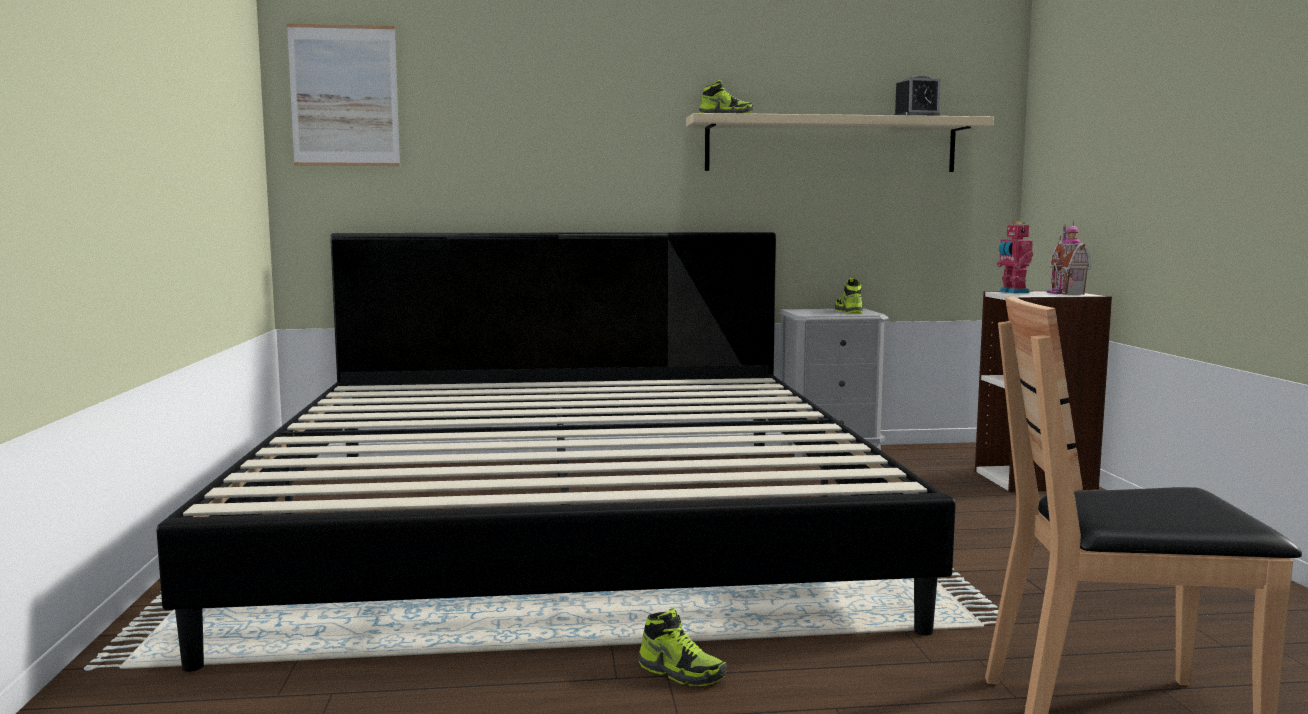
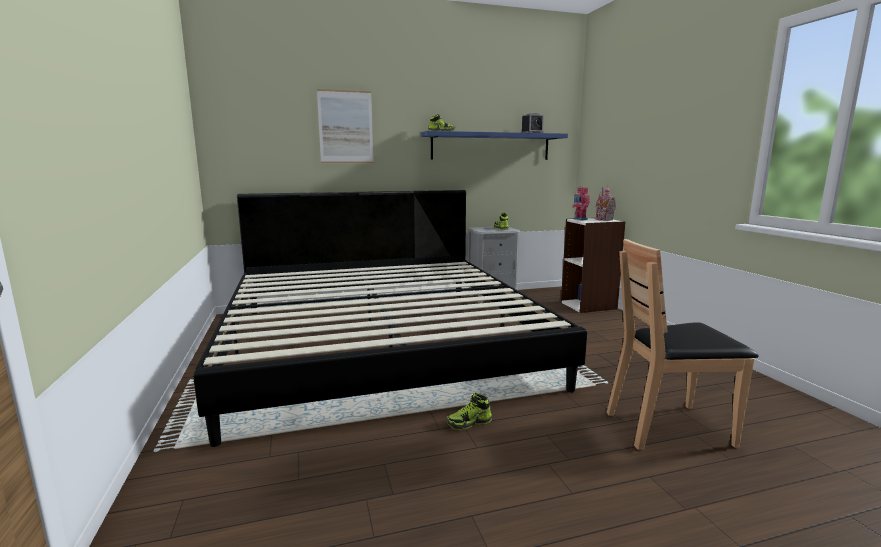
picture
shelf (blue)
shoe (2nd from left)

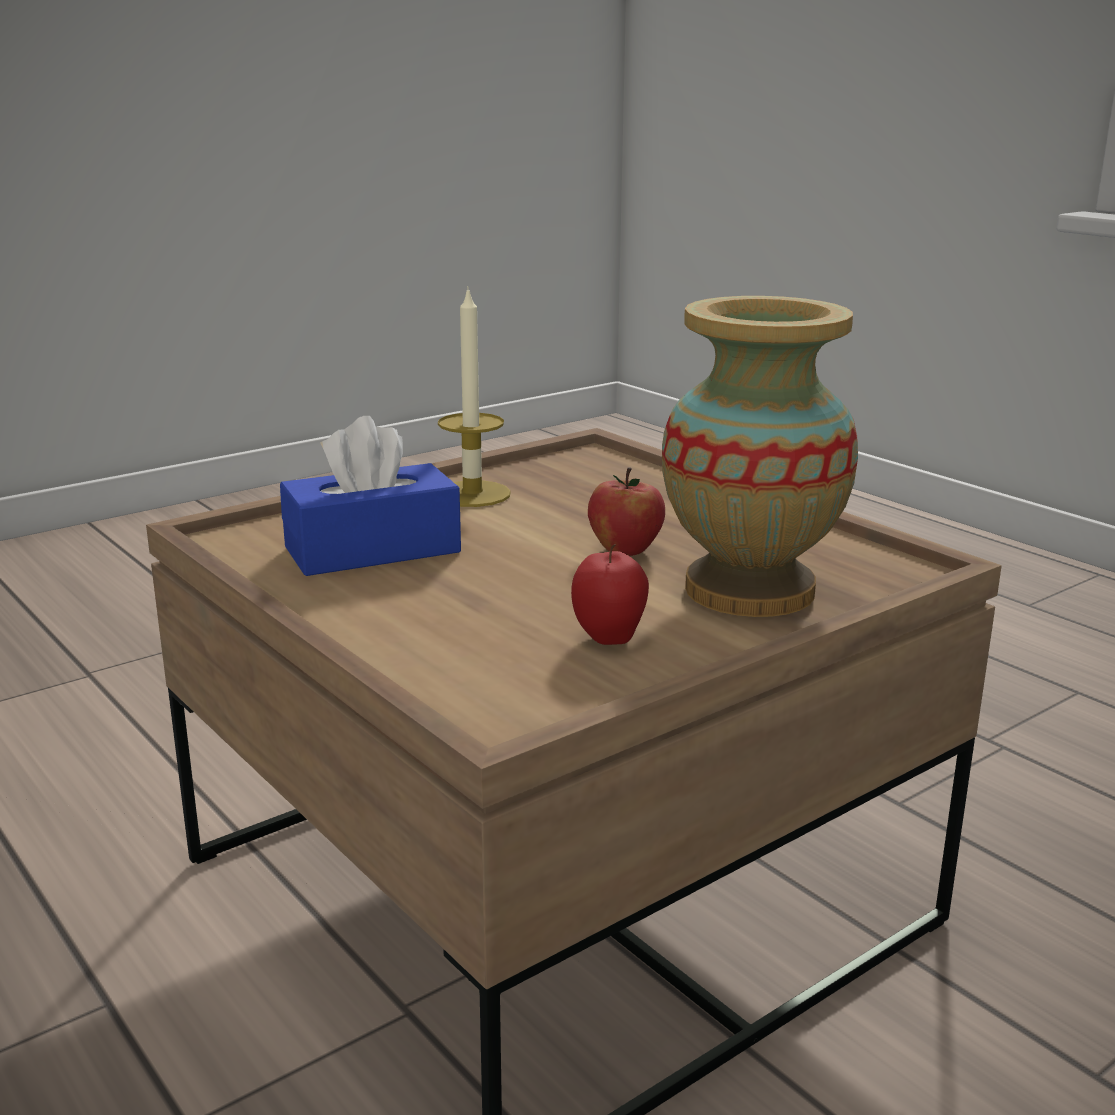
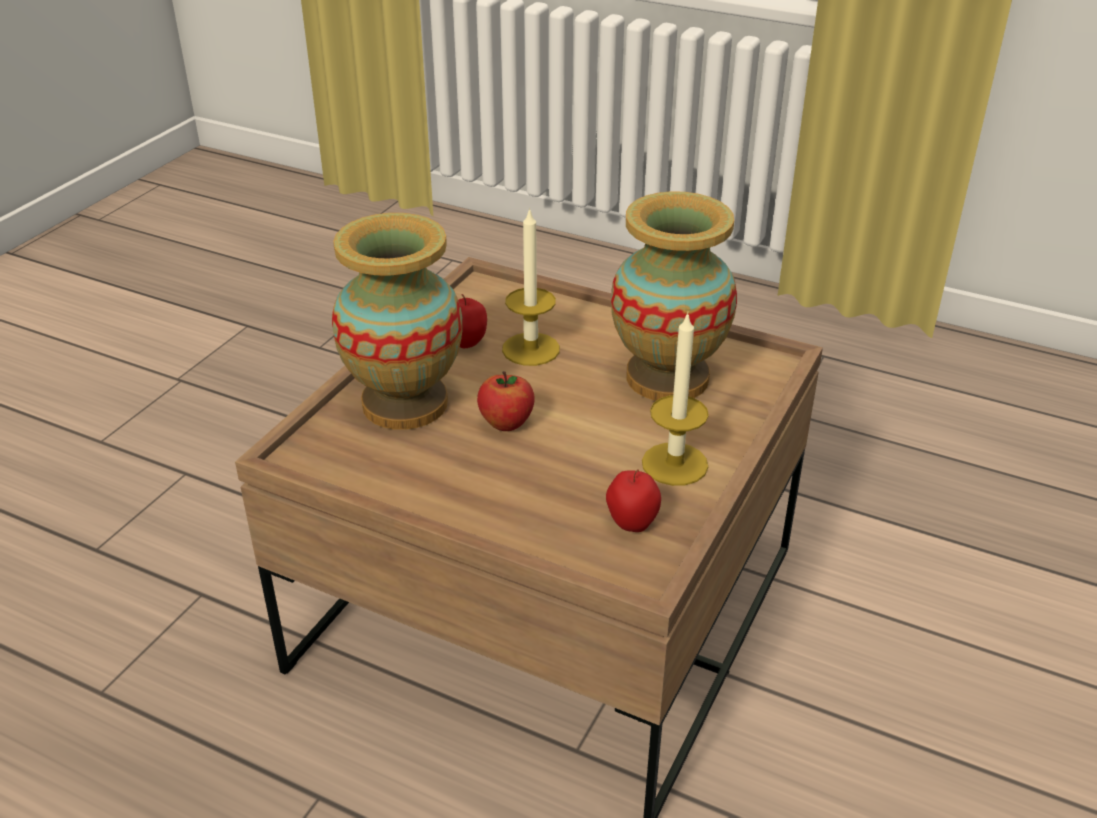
candle (1st from left)
apple (3rd from left)
vase (2nd from left)

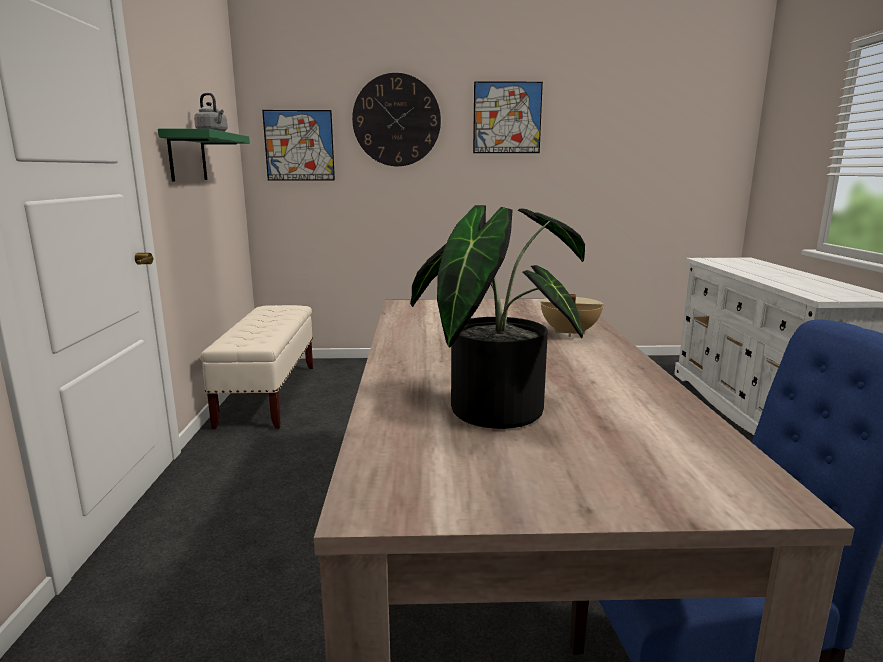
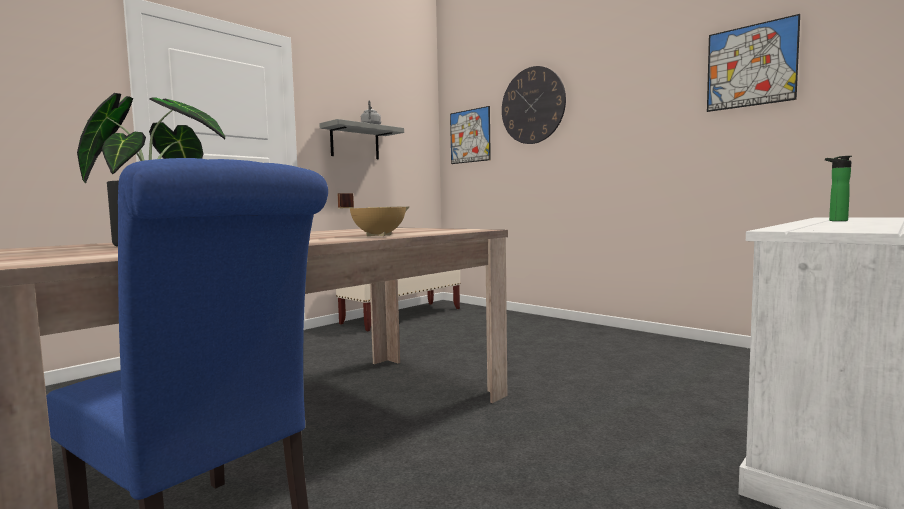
bottle
picture (2nd from left)
shelf (grey)

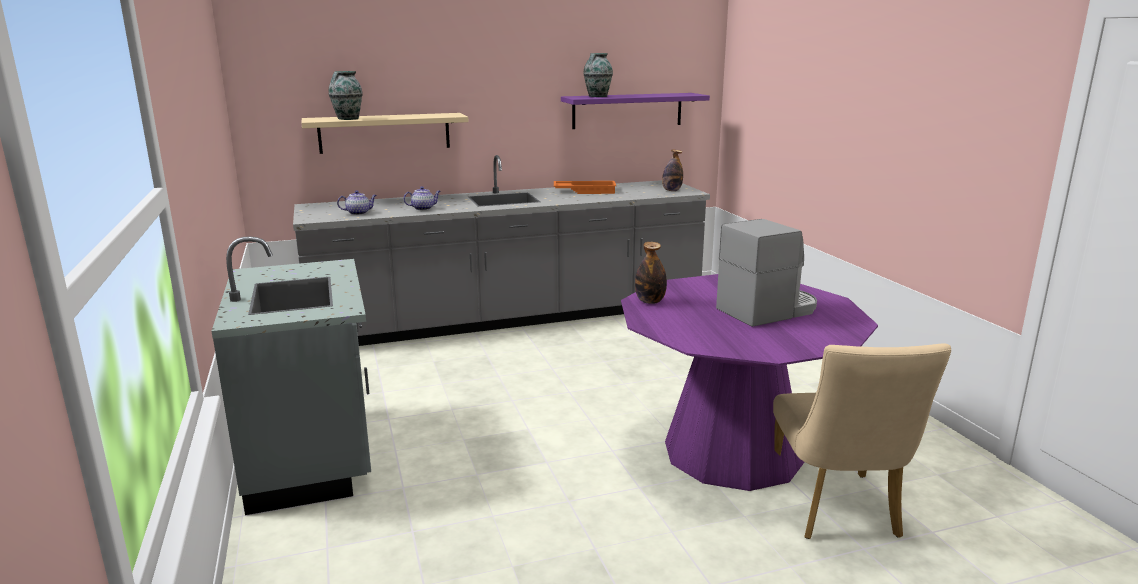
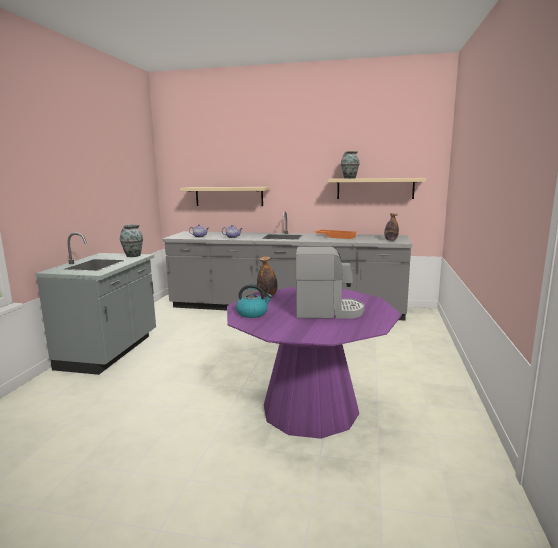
chair (beige)
kettle
vase (1st from left)
shelf (beige) (2nd from left)

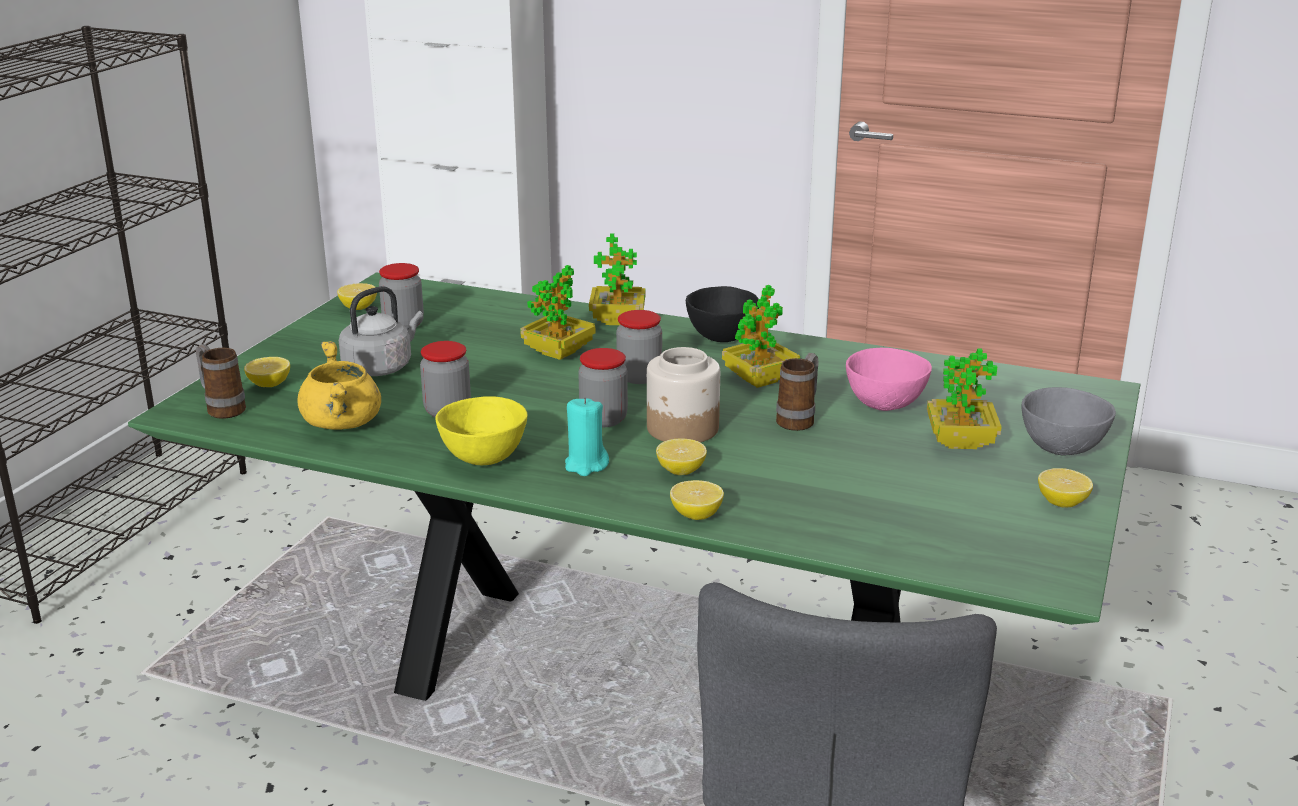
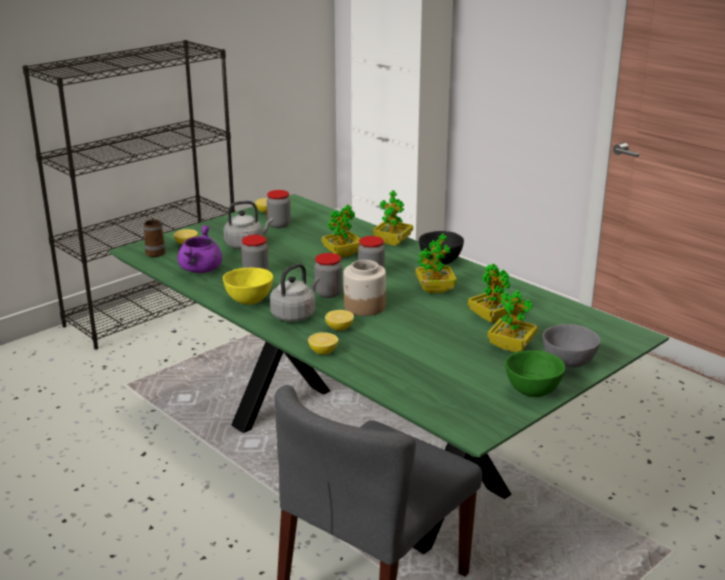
mug (2nd from left in the first image)
kettle (grey) (2nd from left)
potted plant (4th from left)
bowl (green)
cooking pot (purple)

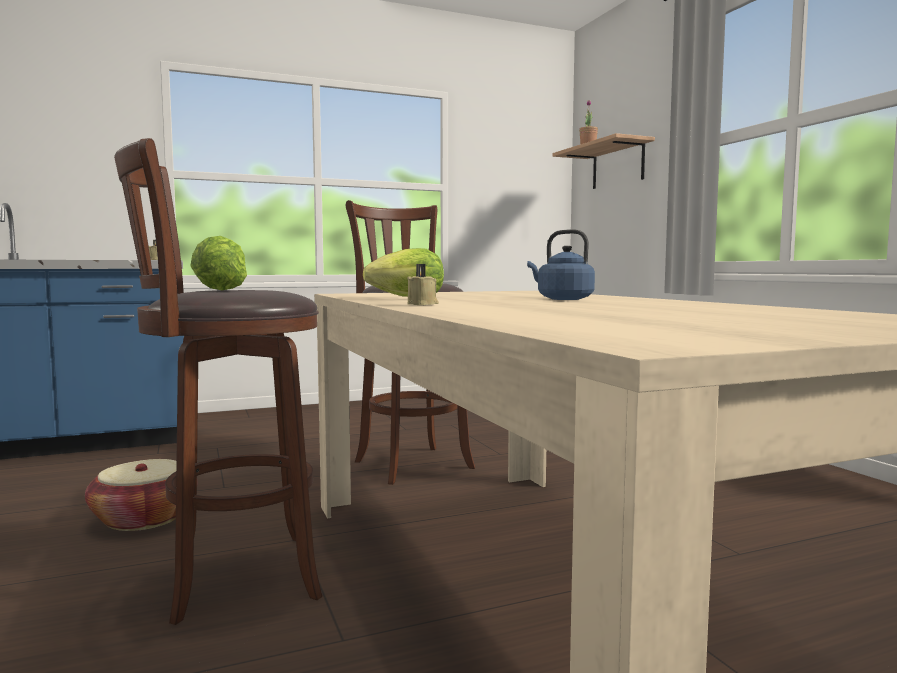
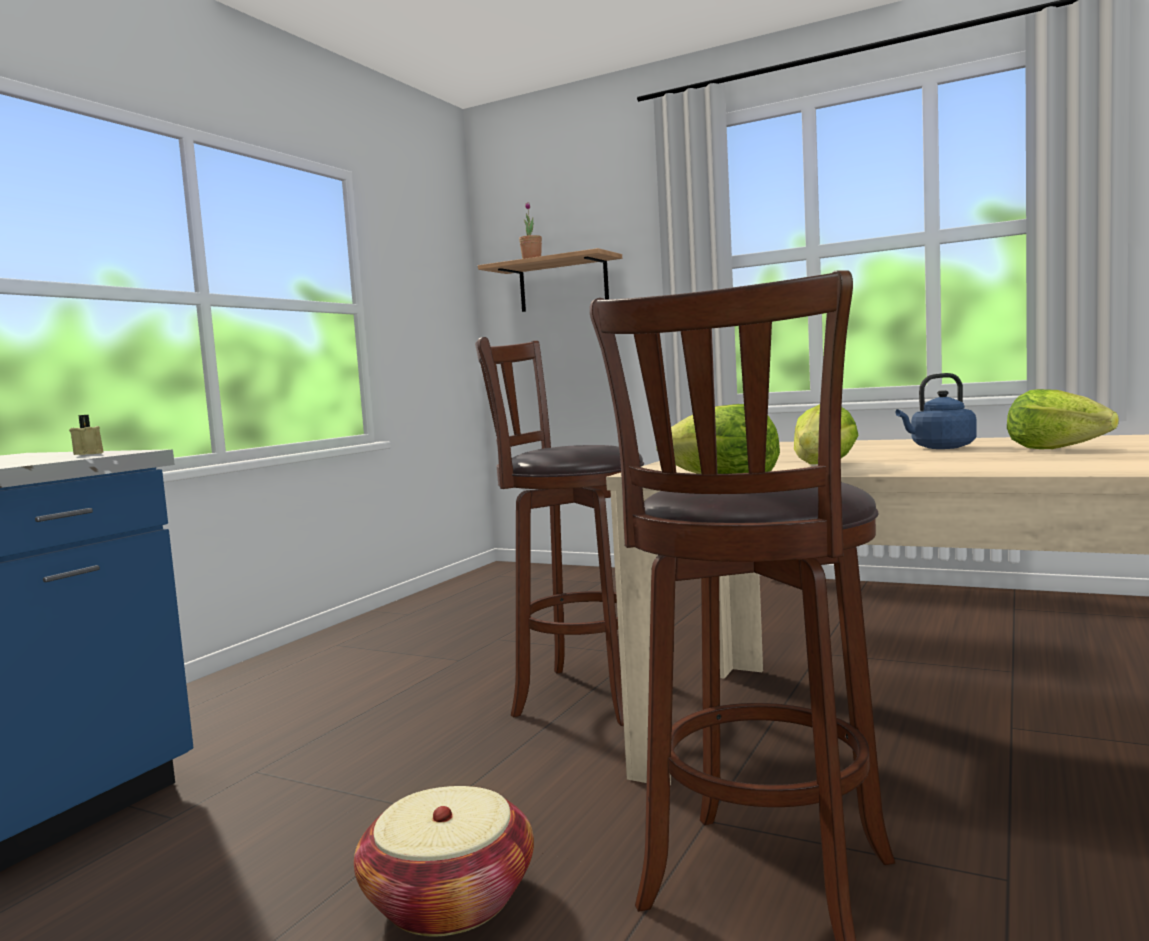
candle (beige) (2nd from left in the first image)
lettuce (3rd from left)

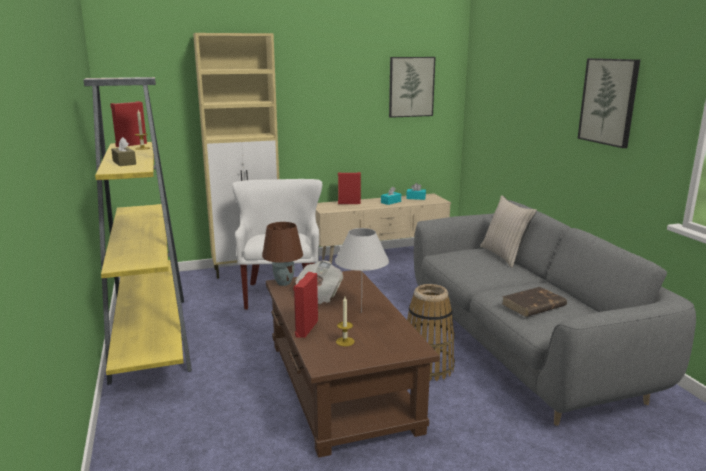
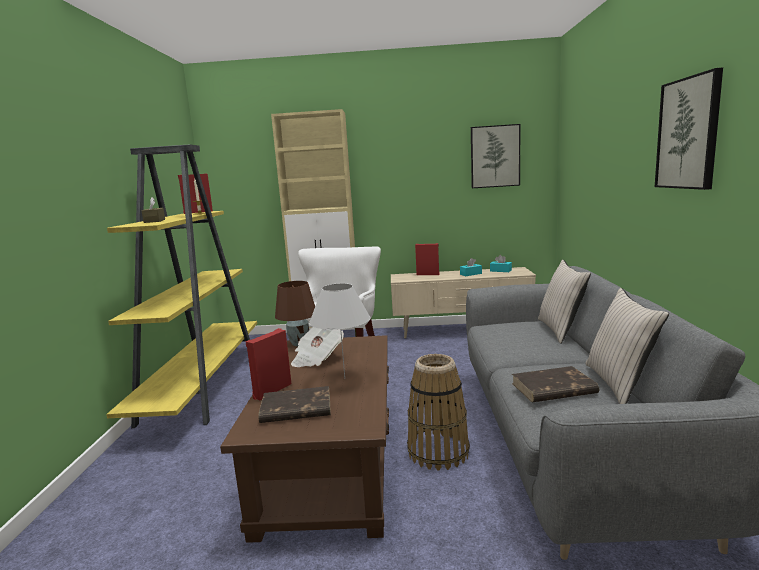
pillow (beige) (2nd from left)
book (brown) (1st from left)

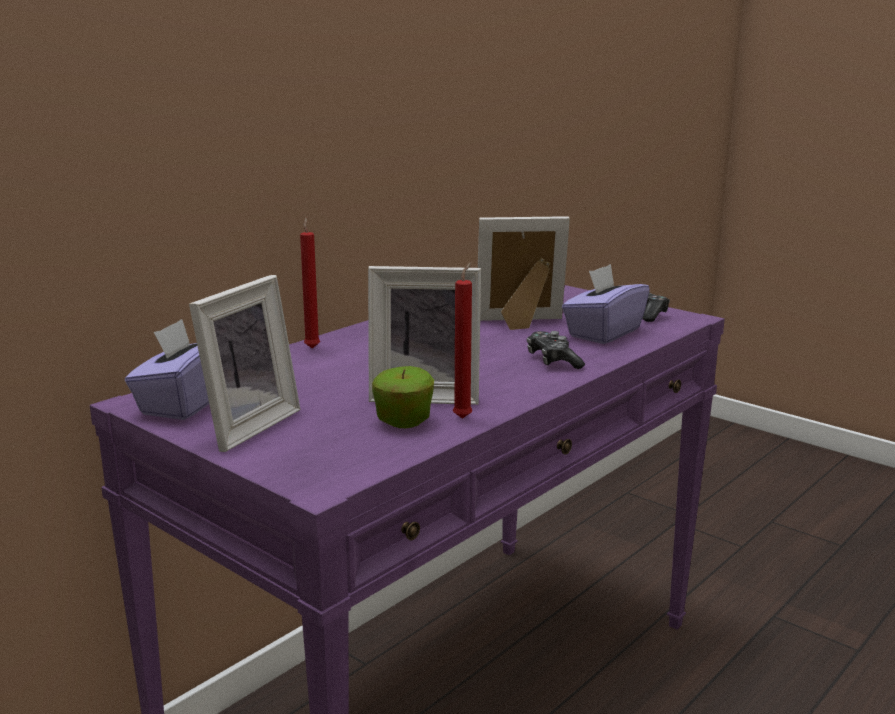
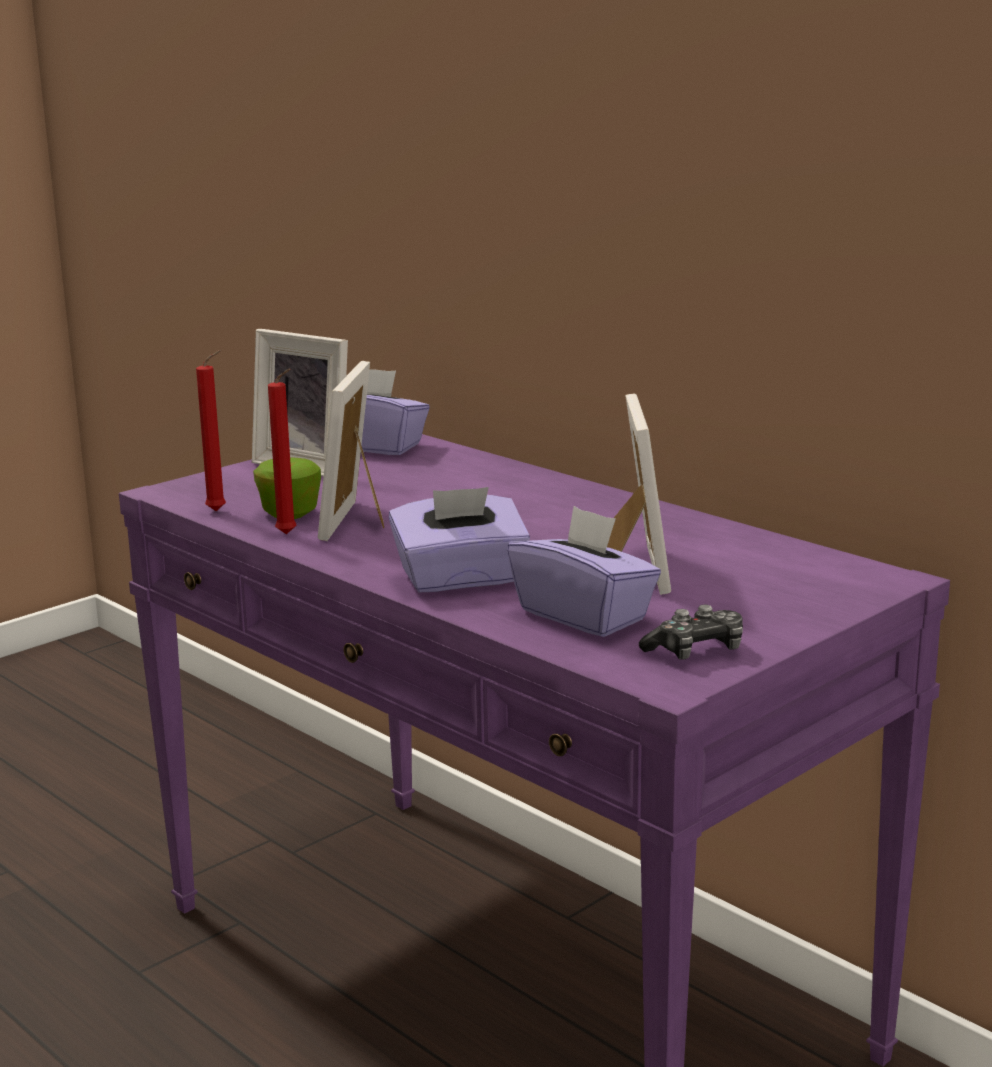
candle (red) (1st from left)
tissue box (purple) (2nd from left)

